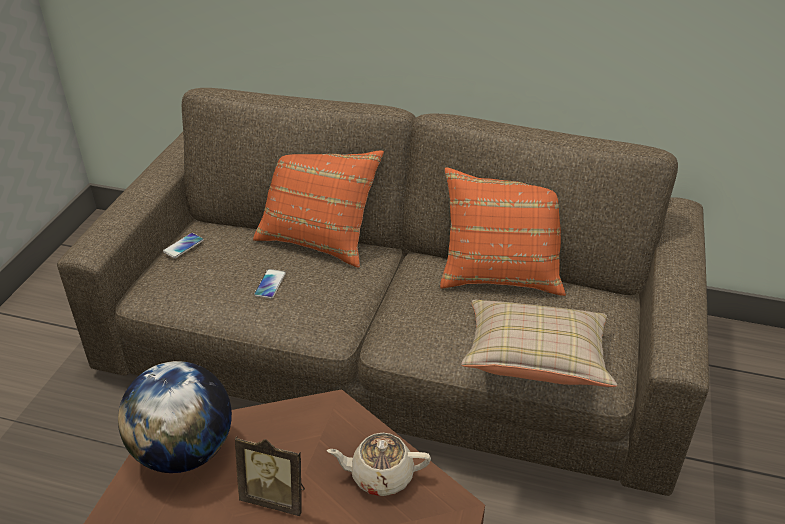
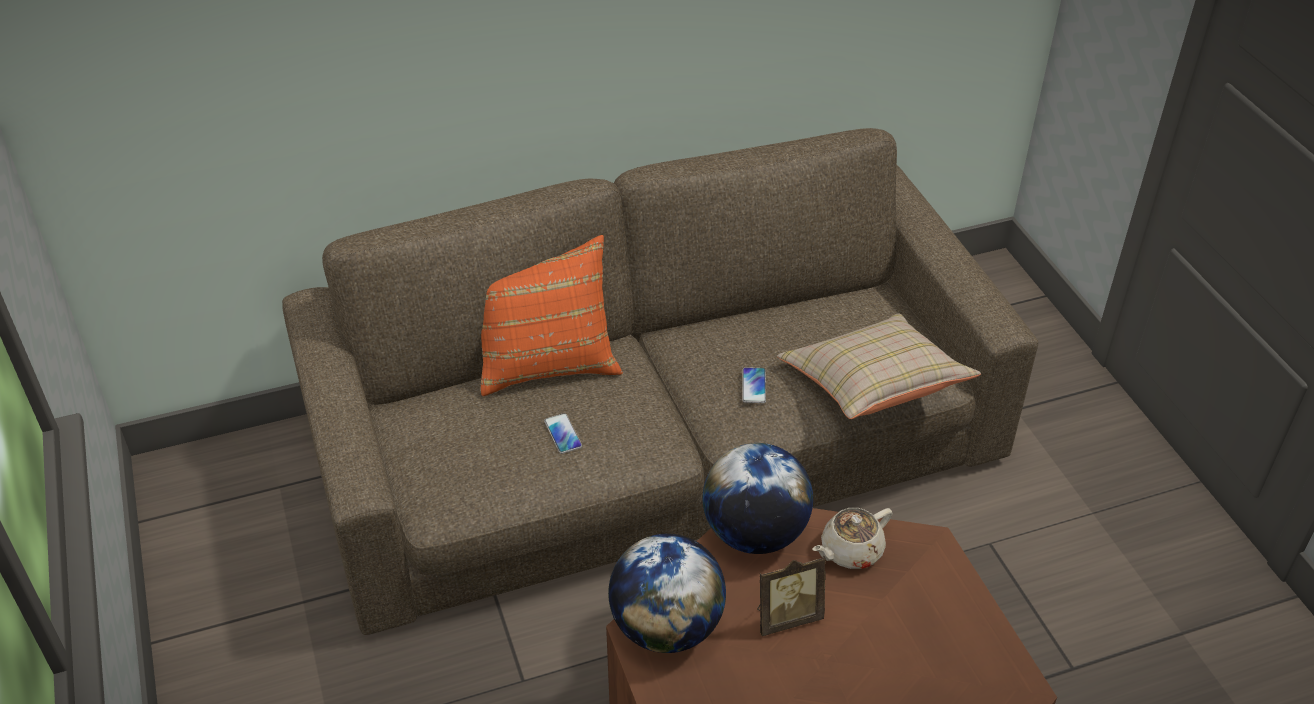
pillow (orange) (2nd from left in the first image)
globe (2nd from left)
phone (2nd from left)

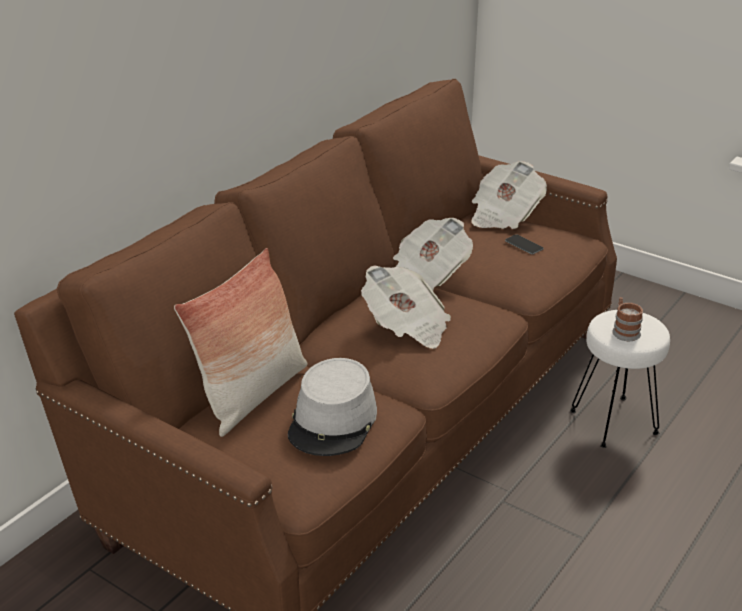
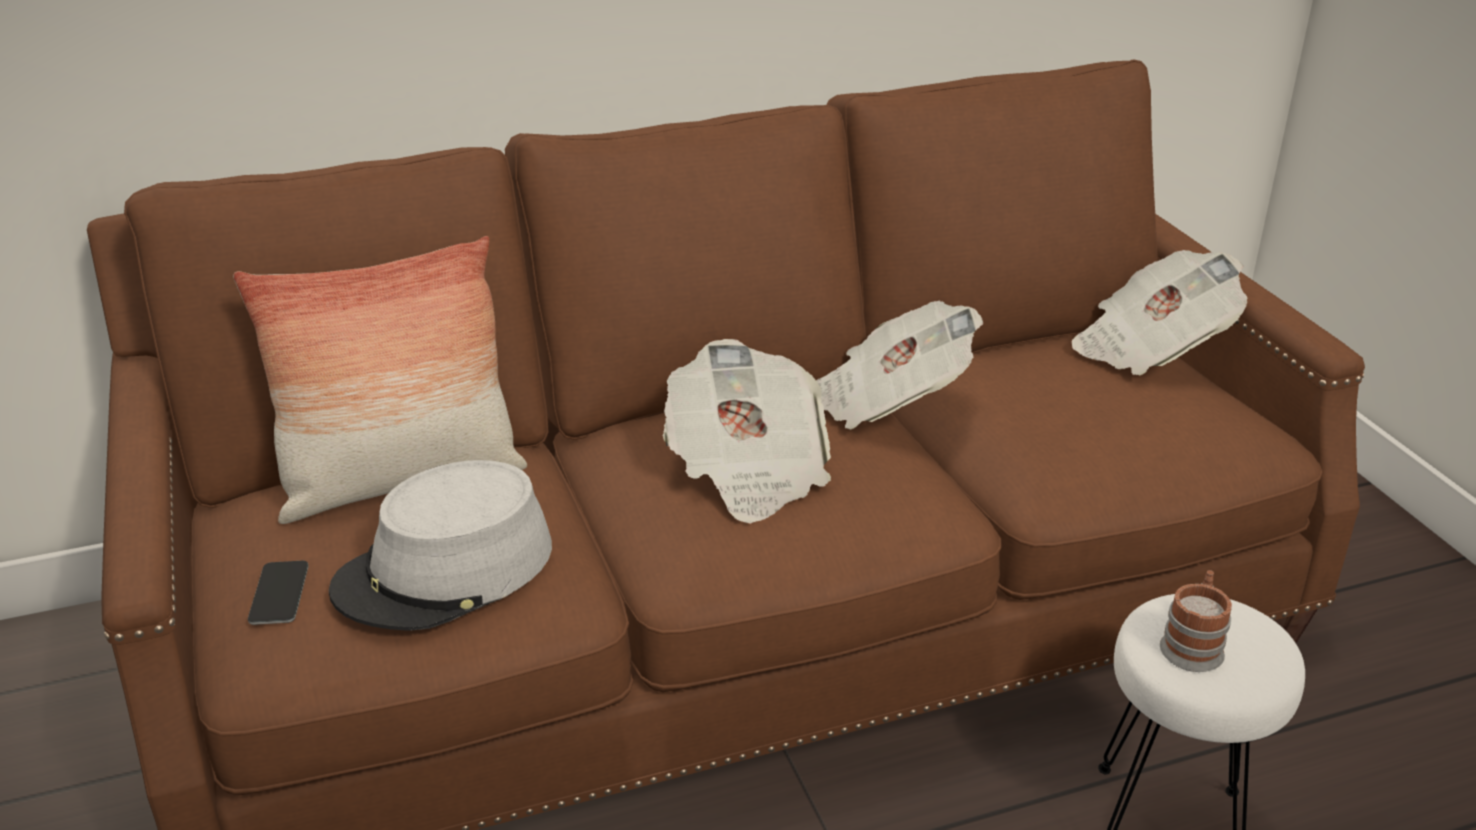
phone

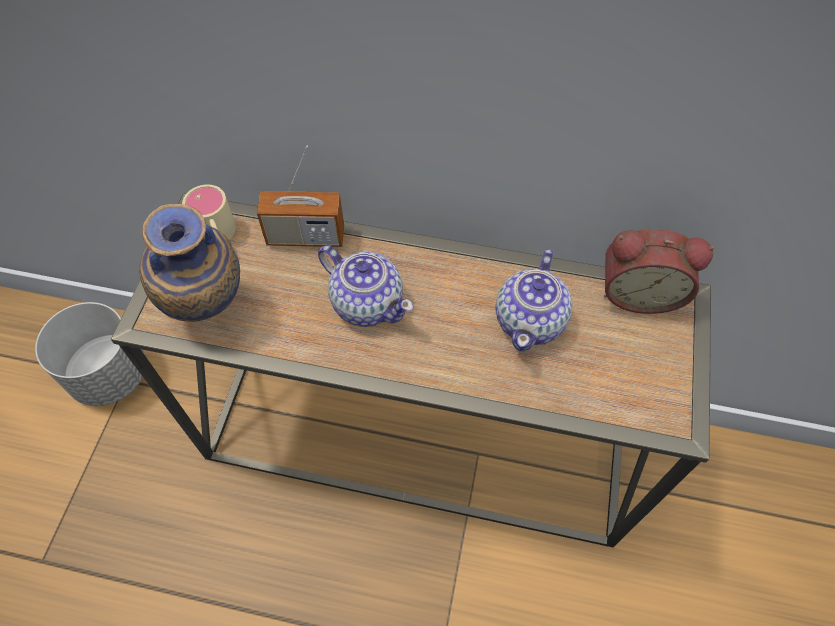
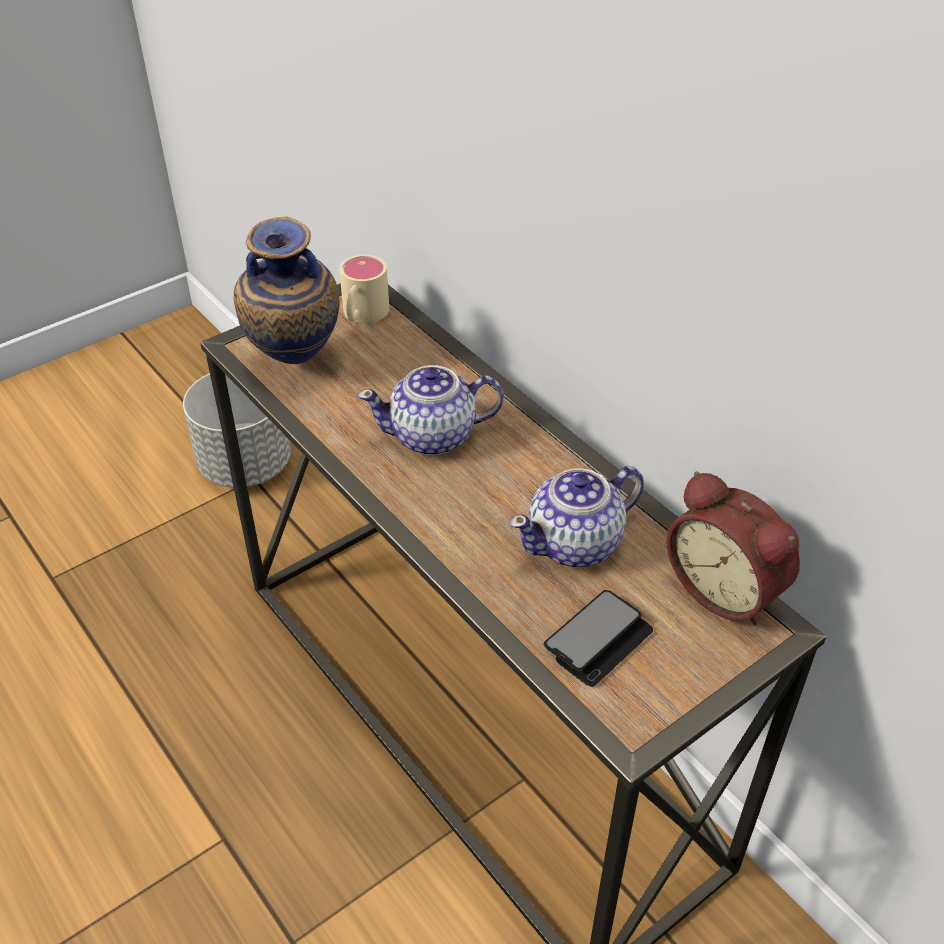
radio
phone
teapot (1st from left)

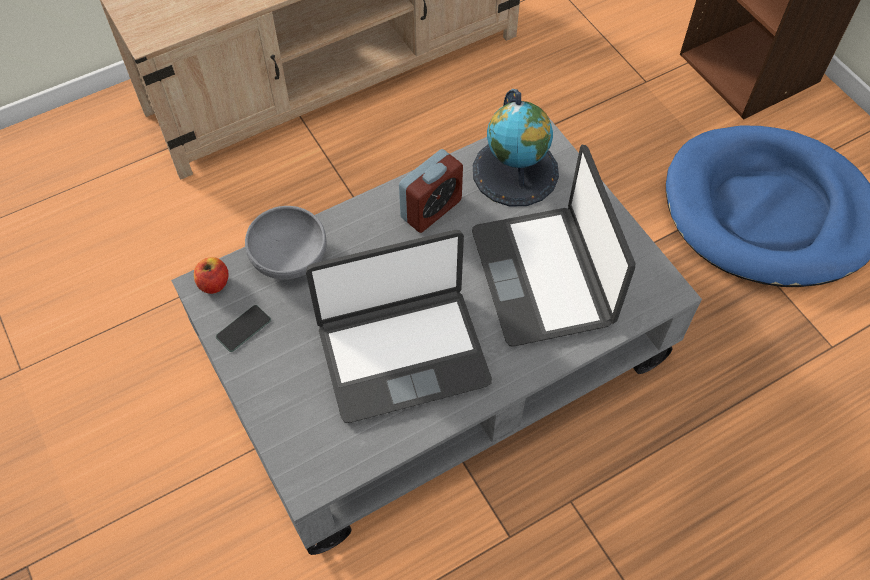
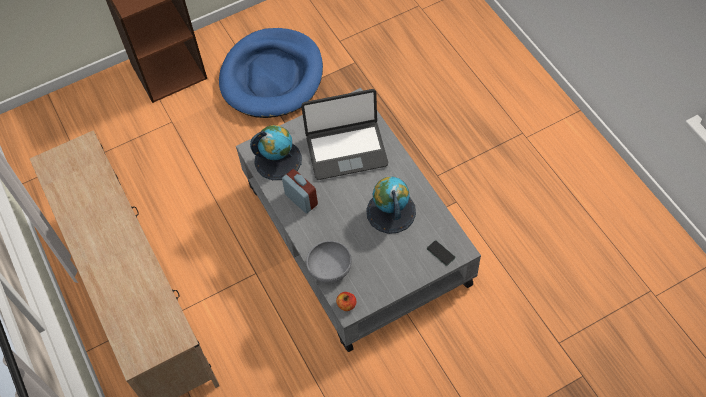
phone
globe (2nd from left)

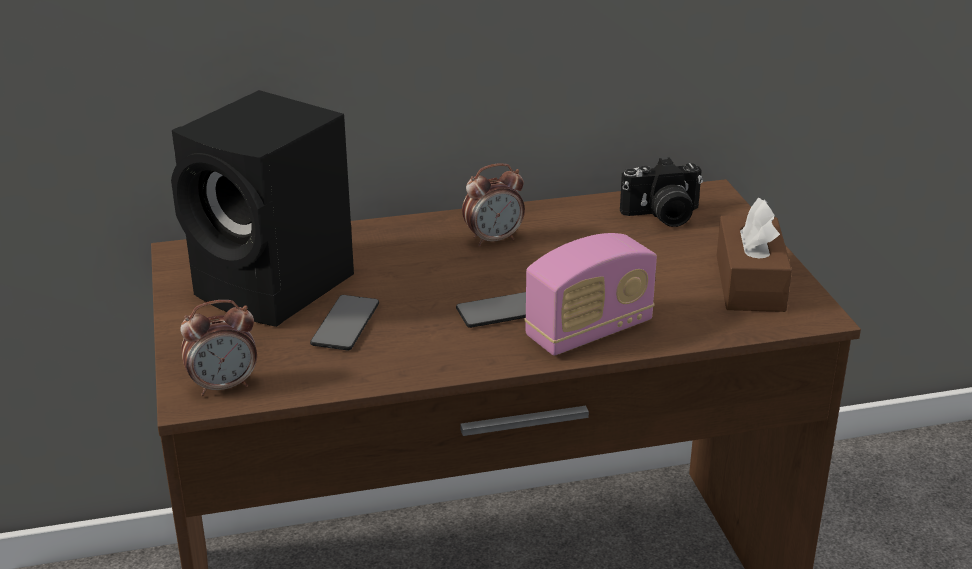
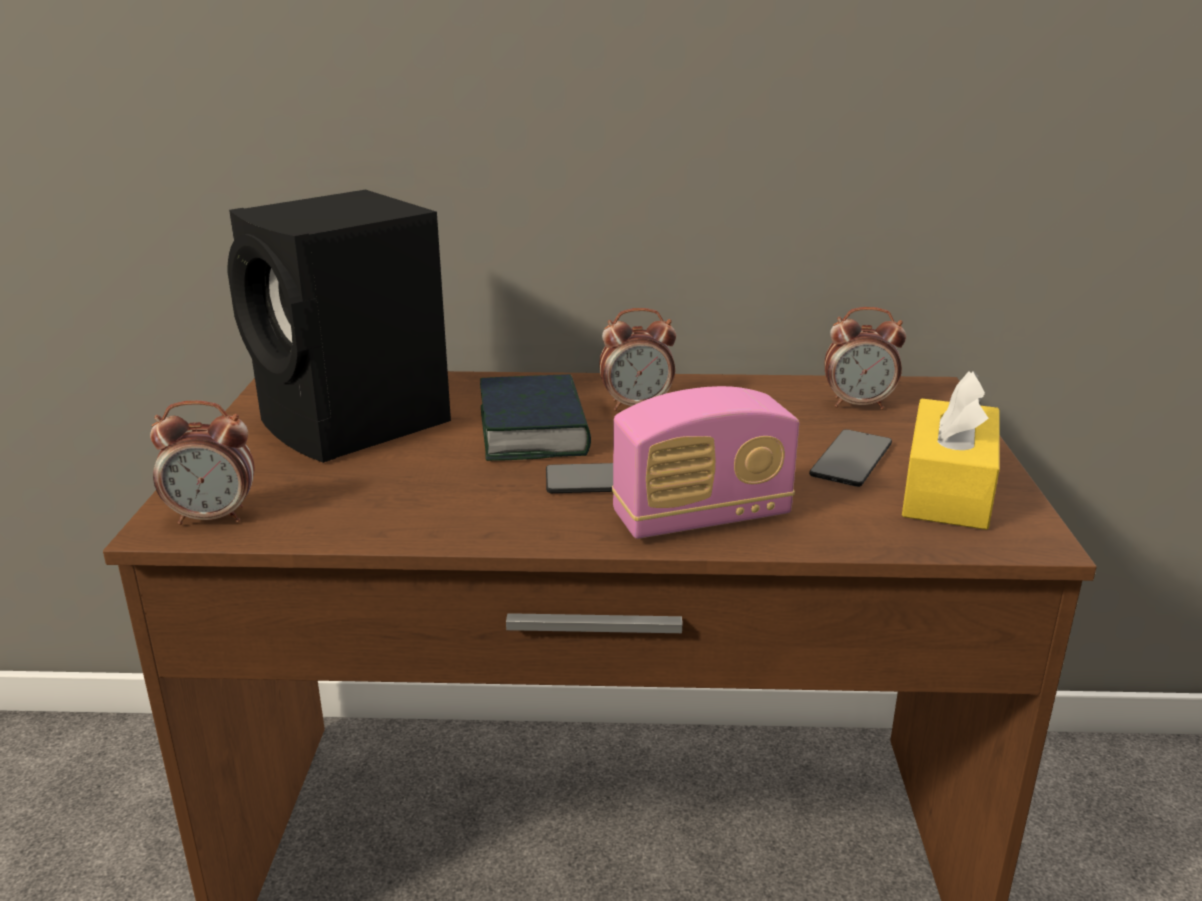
book
phone (2nd from left)
alarm clock (3rd from left)
tissue box (yellow)

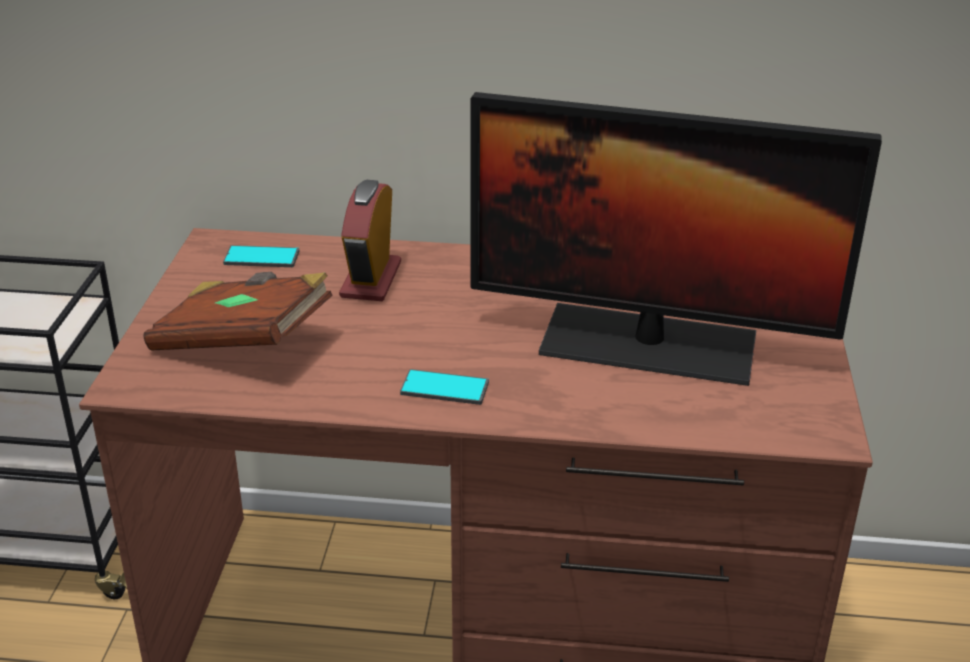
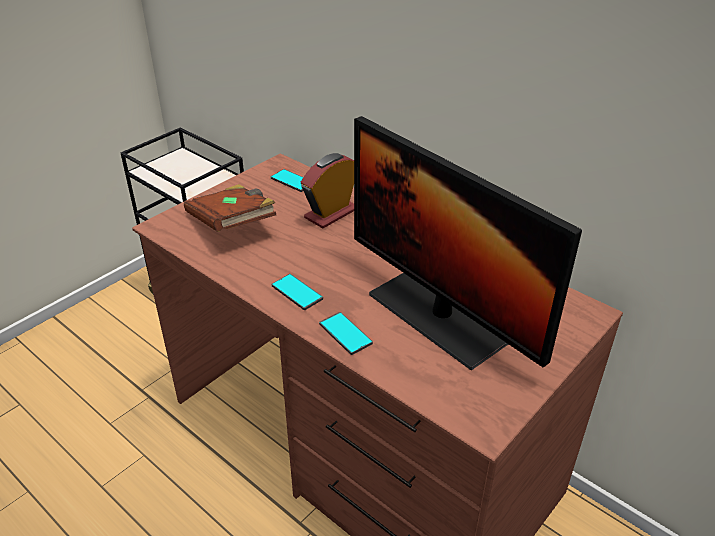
phone (3rd from left)

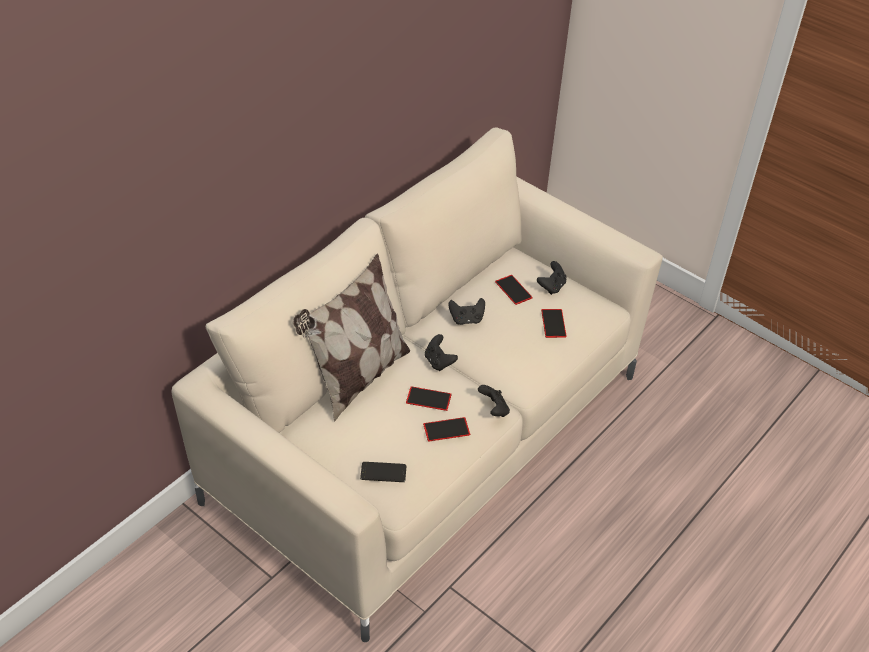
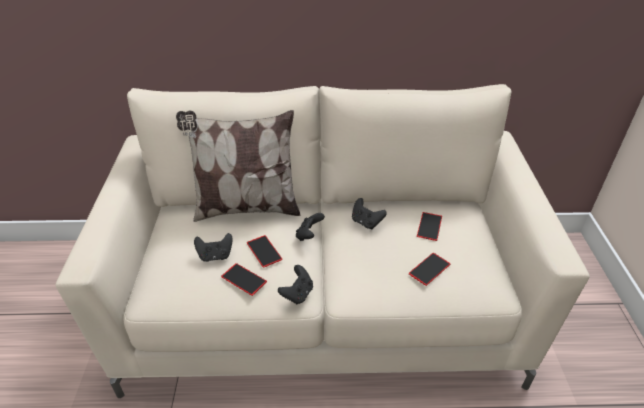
phone (1st from left in the first image)
game controller (black) (1st from left)

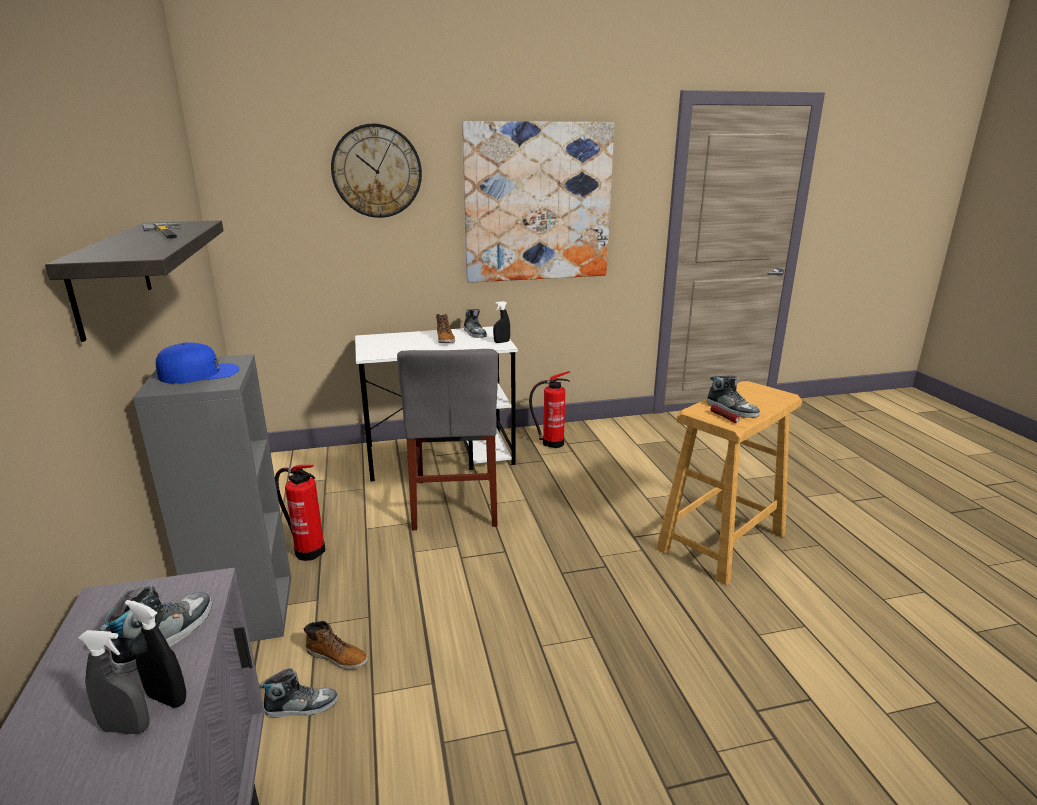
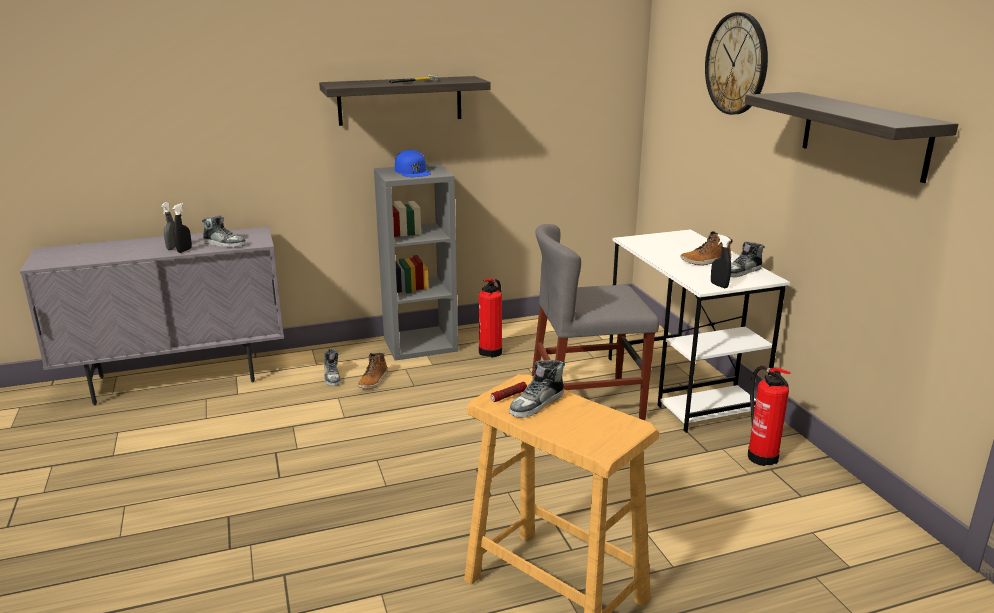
shelf (2nd from left)

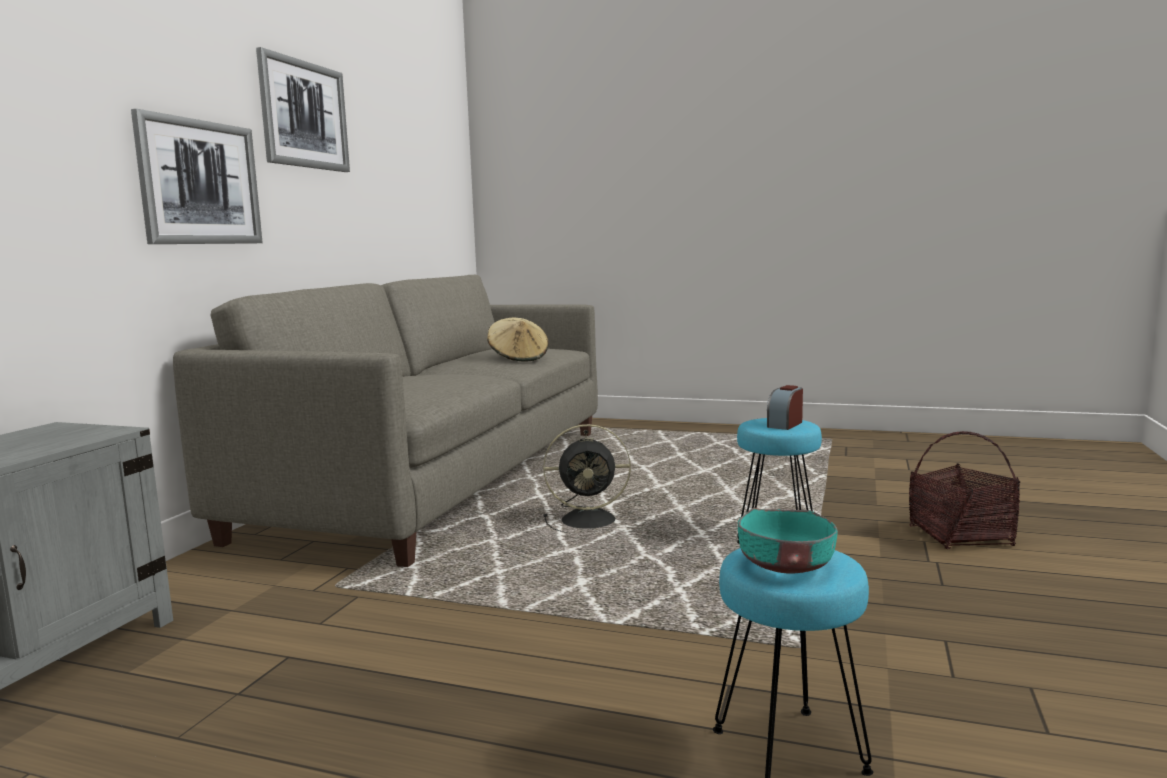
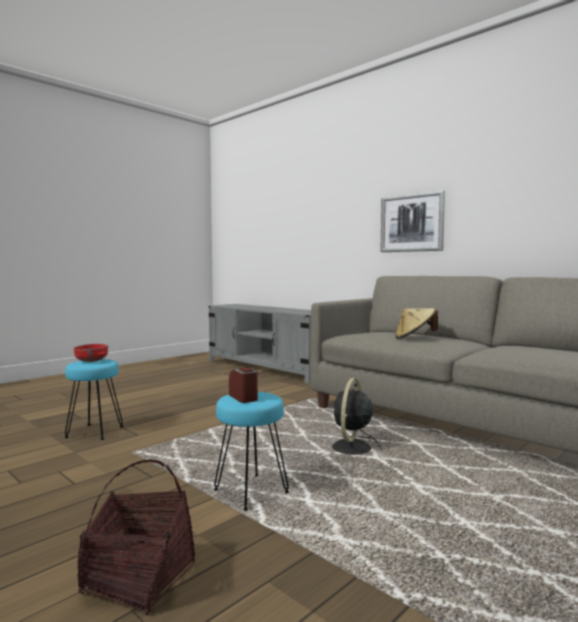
picture (2nd from left in the first image)
hat (beige)
bowl (red)

